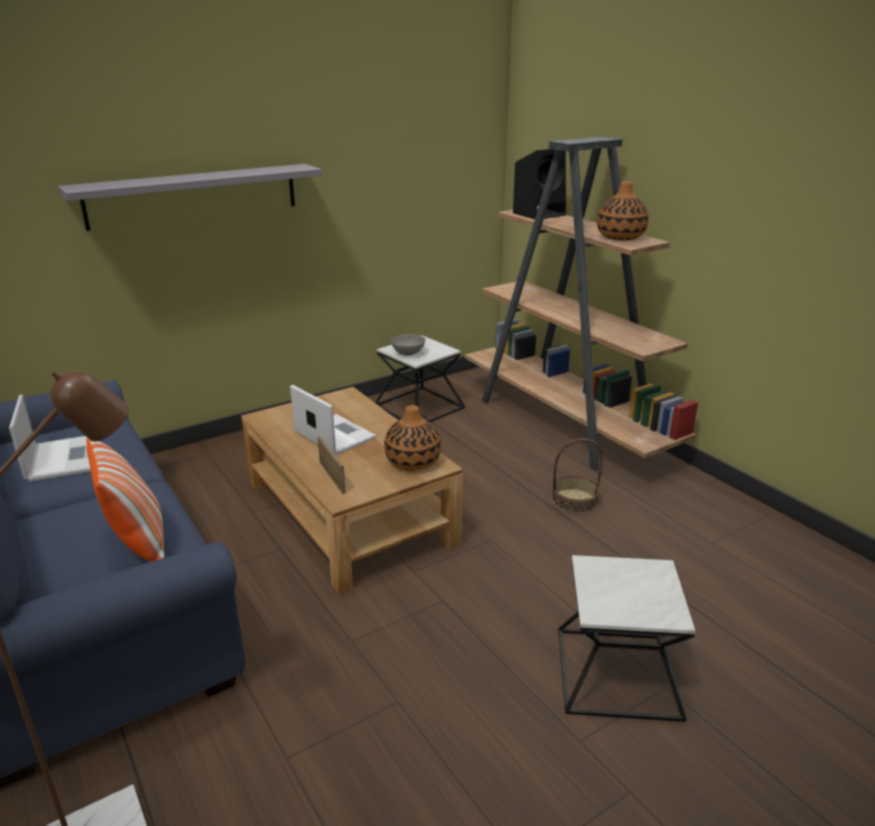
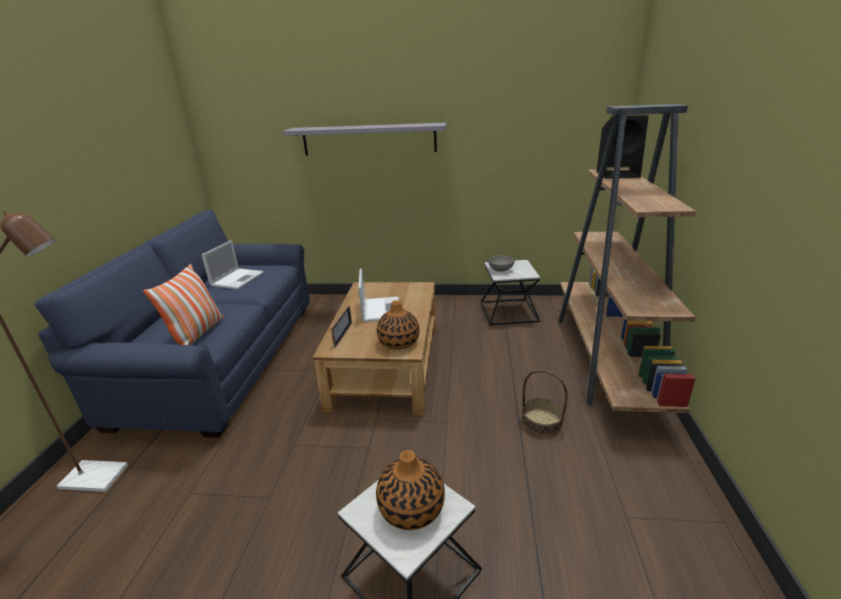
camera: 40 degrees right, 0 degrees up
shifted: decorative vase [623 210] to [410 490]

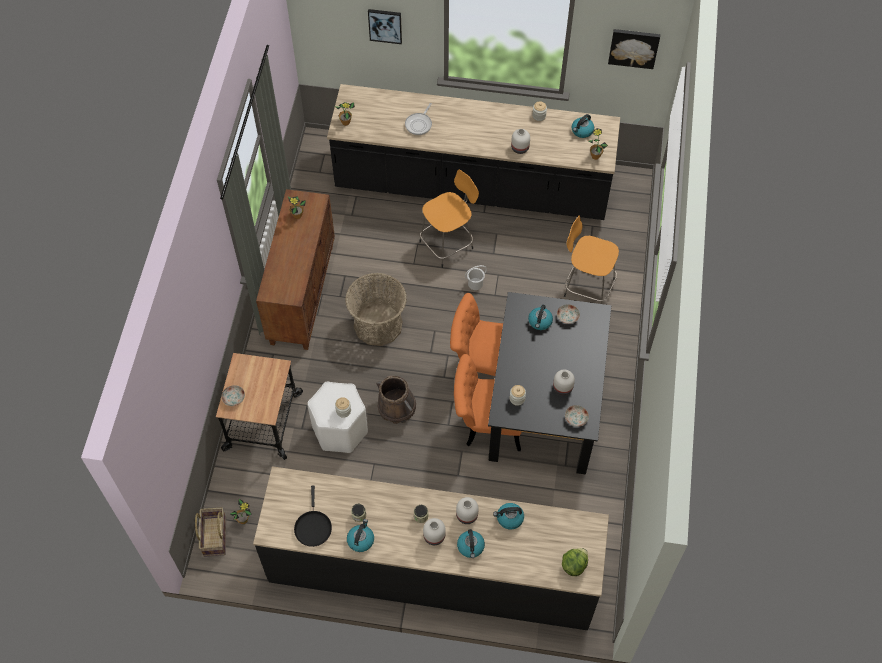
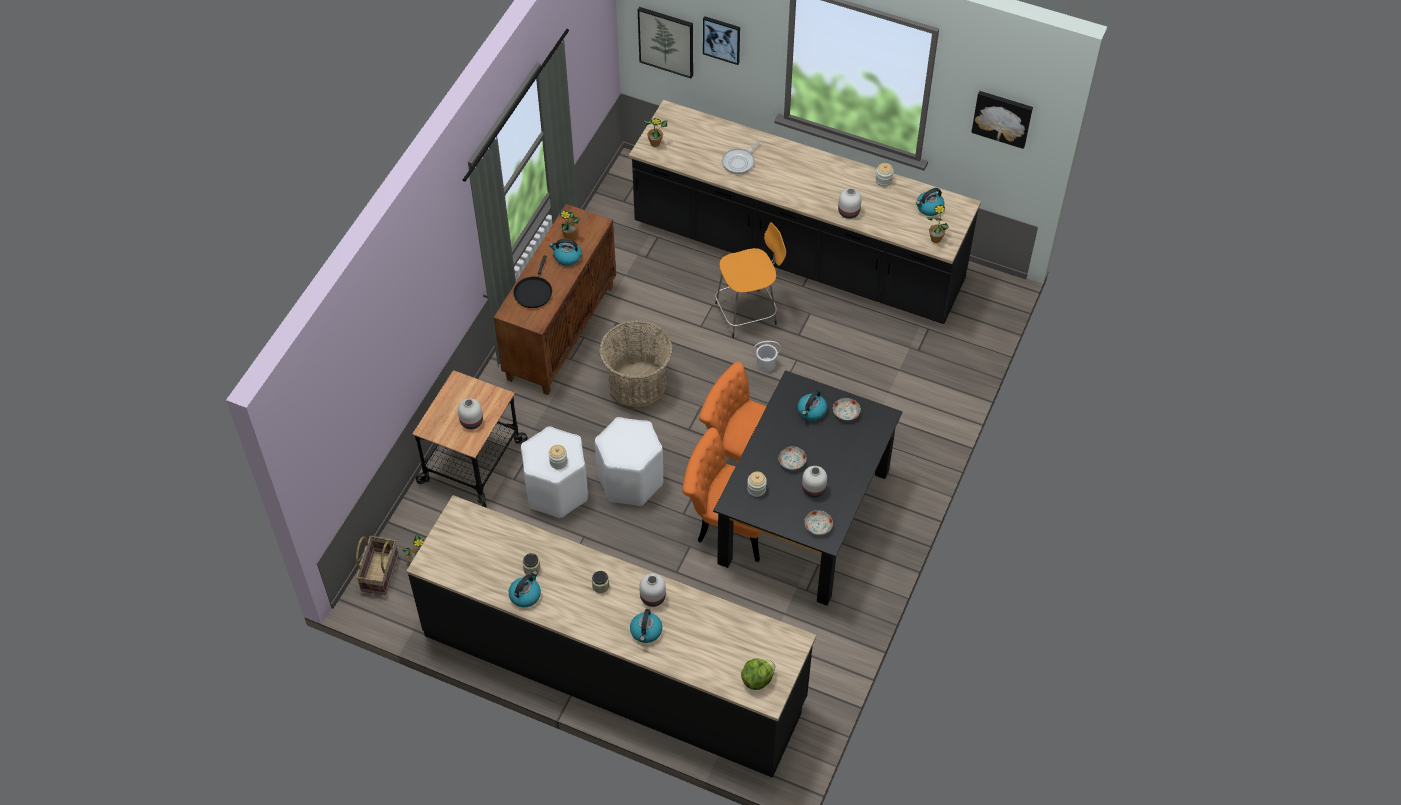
camera: 15 degrees right, 5 degrees down
gone: stool seat/orange [591 259]
new: picture [665 42]
shifted: dinner plate [233 395] to [792 458]; pan/black-coloured [313 516] to [532 282]; water kettle [508 516] to [565 252]; decorative vase/whitish [434 531] to [470 413]
swapped: pail/brownish [396 400] to stool seat/whitish [629 461]

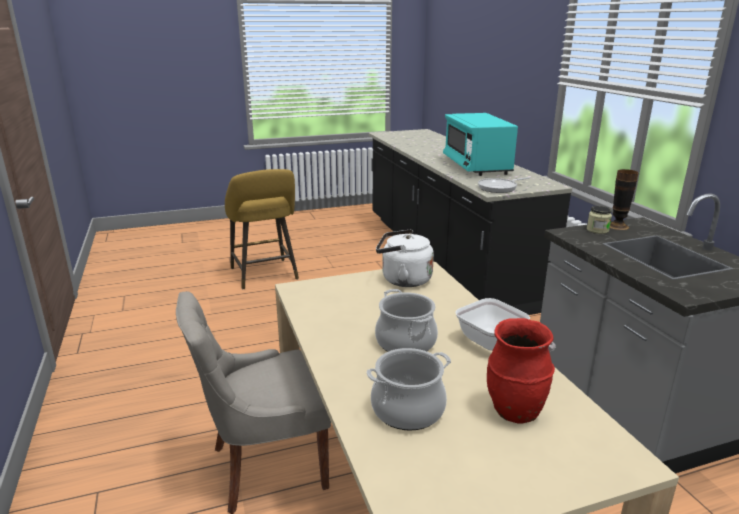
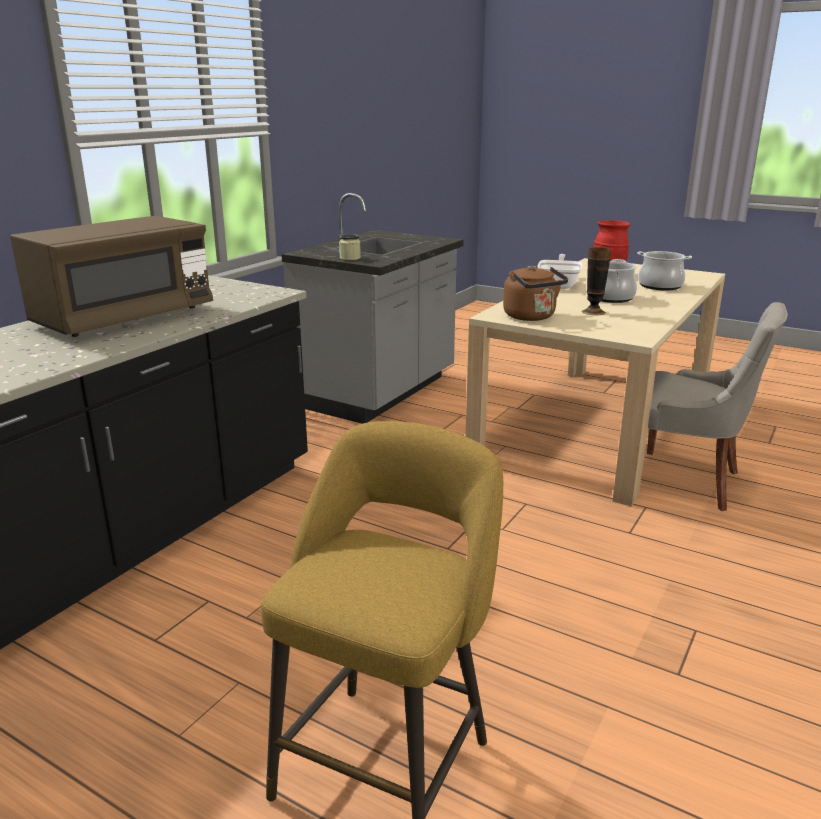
camera: 130 degrees left, 0 degrees up
gone: pan [504 185]
shifted: decorative vase [624 199] to [596 281]
repainted: kitchen microwave/turquoise-coloured [480 144] to kitchen microwave/brownish [111 276]; water kettle/whitish [405 258] to water kettle/brownish [535 293]

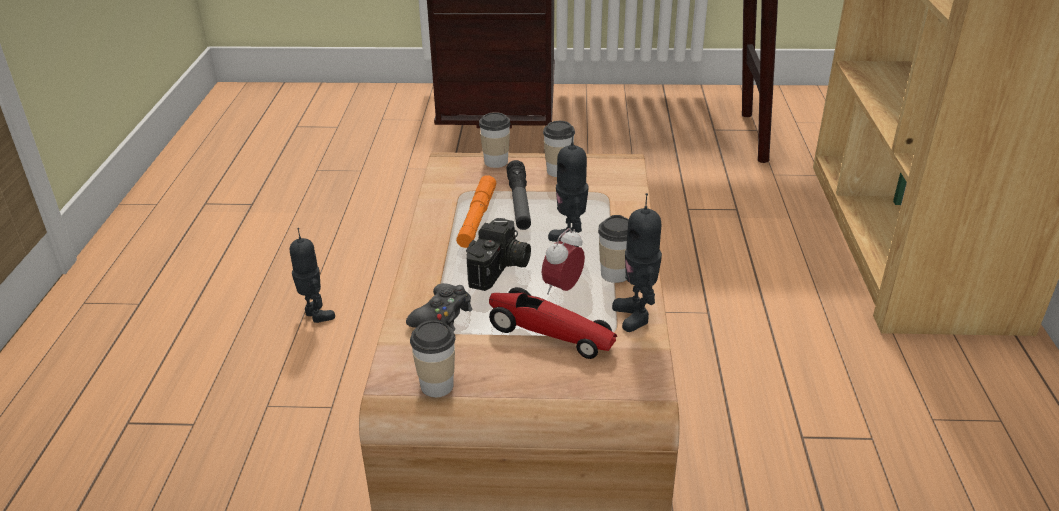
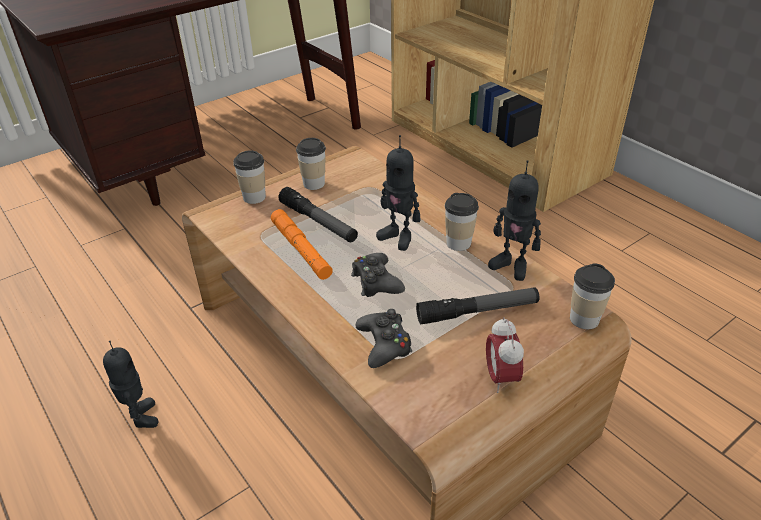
camera: 40 degrees left, 5 degrees up
shifted: alarm clock [563 261] to [505 355]; drinking cup [433 358] to [592 296]
swapped: photo camera [498 254] to gamepad/black-coloured [378 275]; miniature car [553 323] to hand torch [478 305]
rotated: robot figure [312 275] = [131 384] 60 degrees clockwise

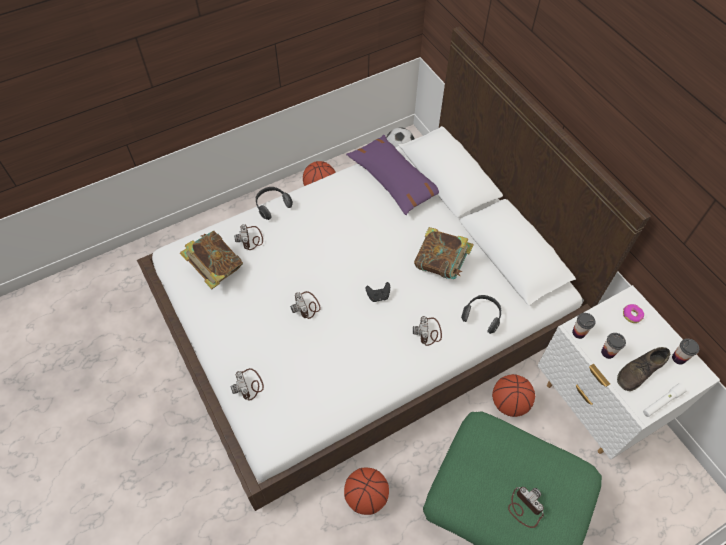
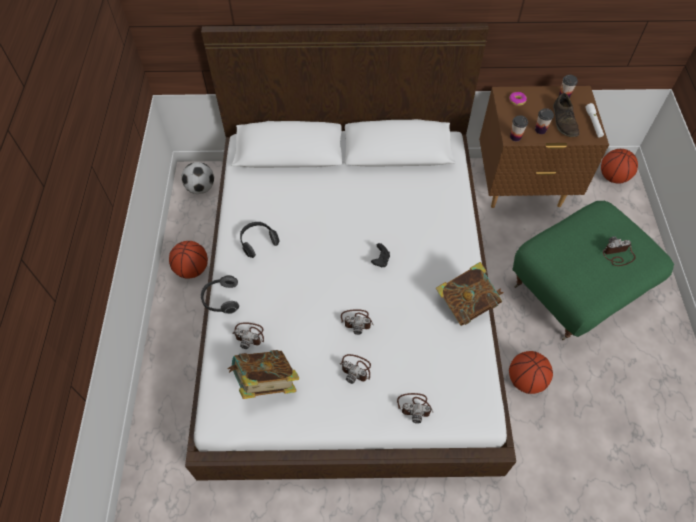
camera: 60 degrees left, 0 degrees up
gone: cushion/purple-coloured [392 175]
shifted: volume [444 253] to [469 294]; headphones [481 314] to [260 240]; photo camera [427 331] to [355 369]; basketball [513 395] to [619 166]
repainted: bedside table/whitish [629 372] to bedside table/brownish [544 147]

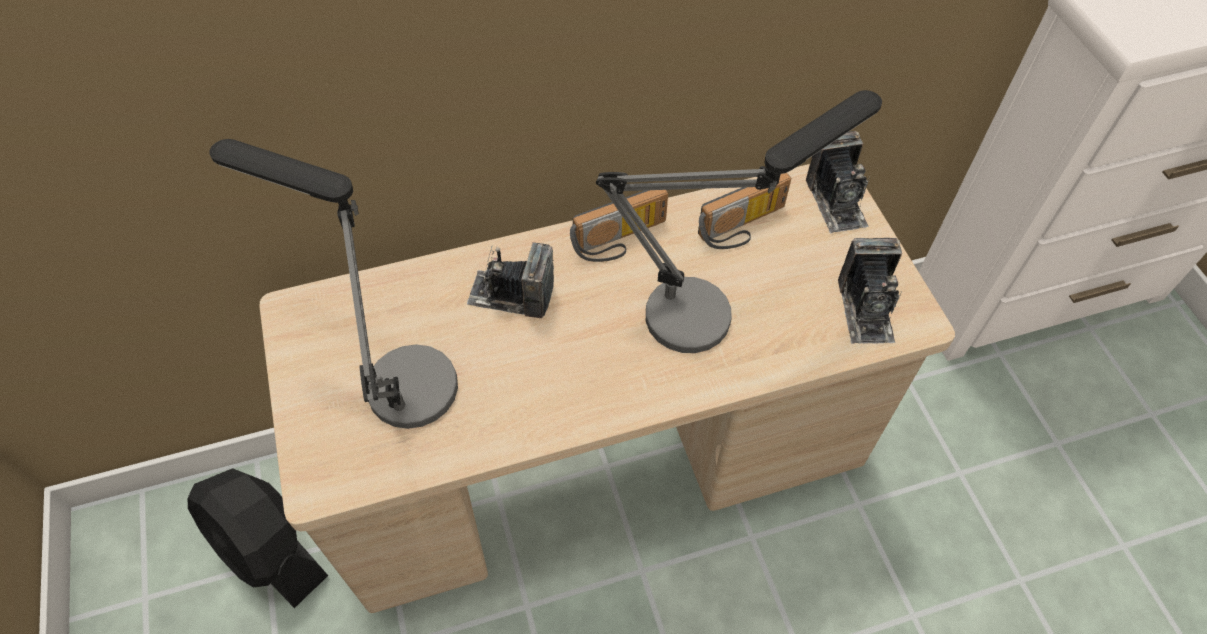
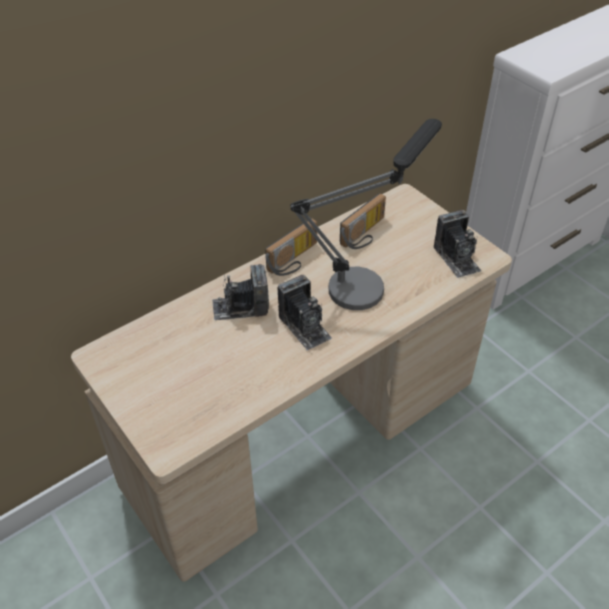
camera: 20 degrees left, 10 degrees down
gone: lamp for a table [333 284]; cooling fan/black-coloured [258 538]
shifted: photo camera [837 182] to [305 313]

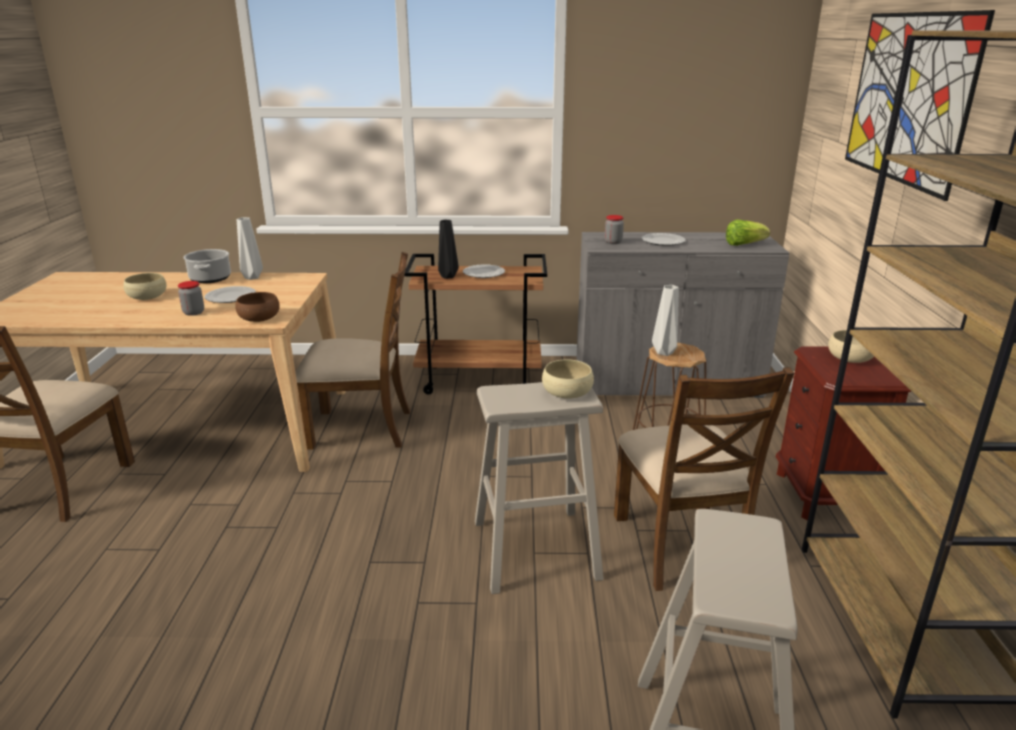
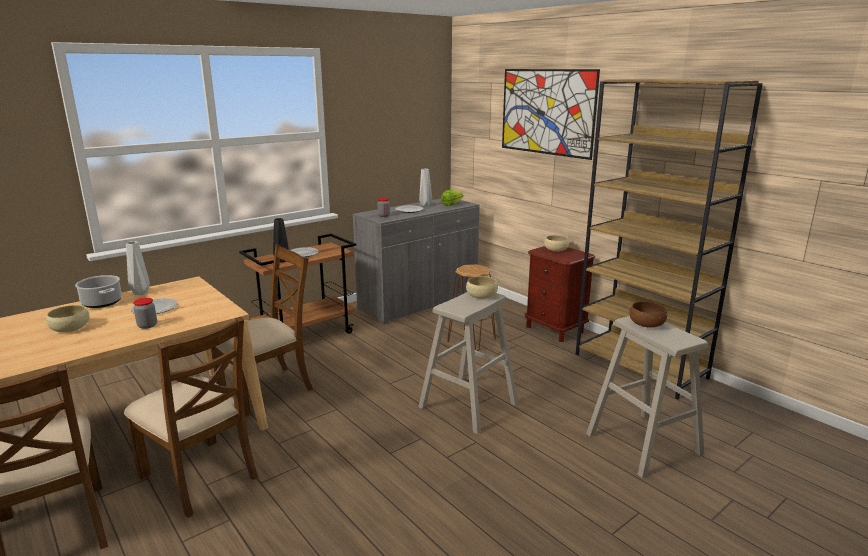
camera: 40 degrees left, 5 degrees down
shifted: decorative vase/greyish [665 320] to [425 187]; bowl/brownish [257 307] to [648 314]; chair/brownish [704 479] to [191 417]

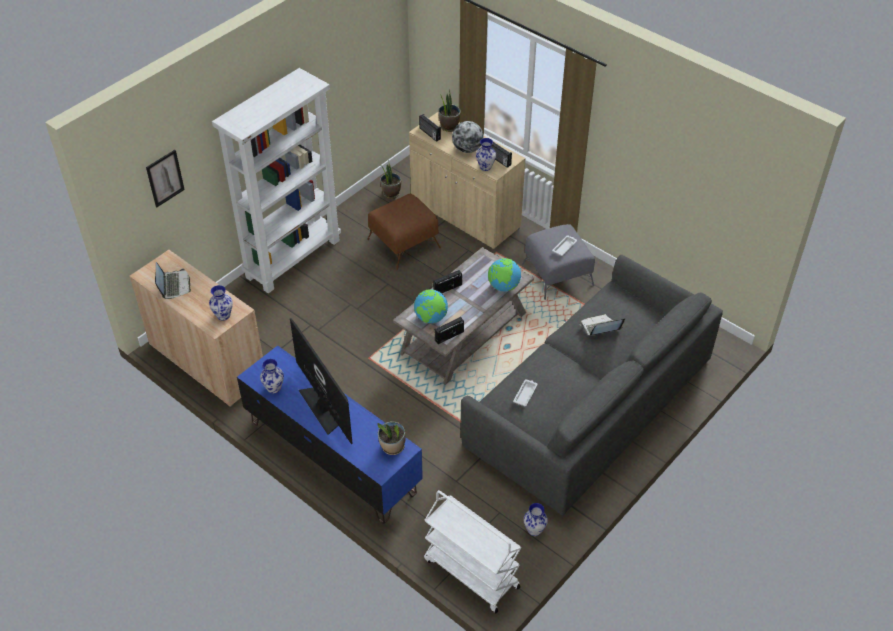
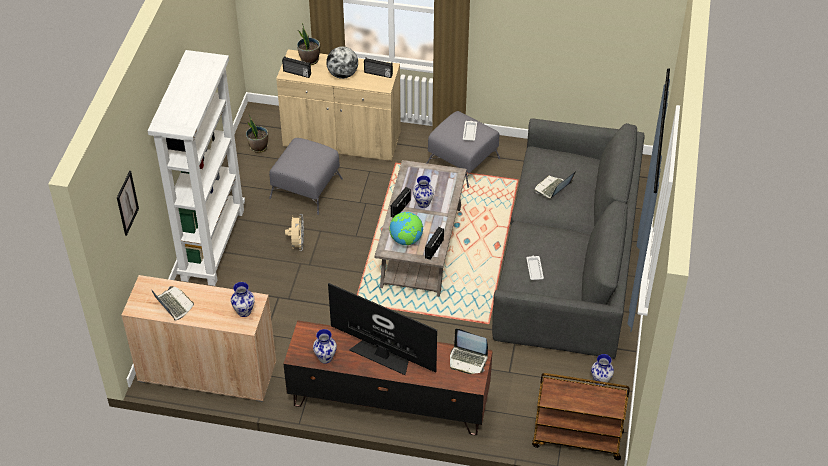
camera: 30 degrees left, 0 degrees up
gone: desk globe [504 274]
new: cooling fan/sand-coloured [294 232]
shifted: decorative vase [486 154] to [423 192]
swapped: houseplant [392 438] to portable computer [469 351]
repainted: ottoman/brownish [404 232] to ottoman/greyish [306 176]; tv stand/bluish [330 434] to tv stand/brownish [388 377]; trolley/whitish [472 551] to trolley/brownish [581 416]

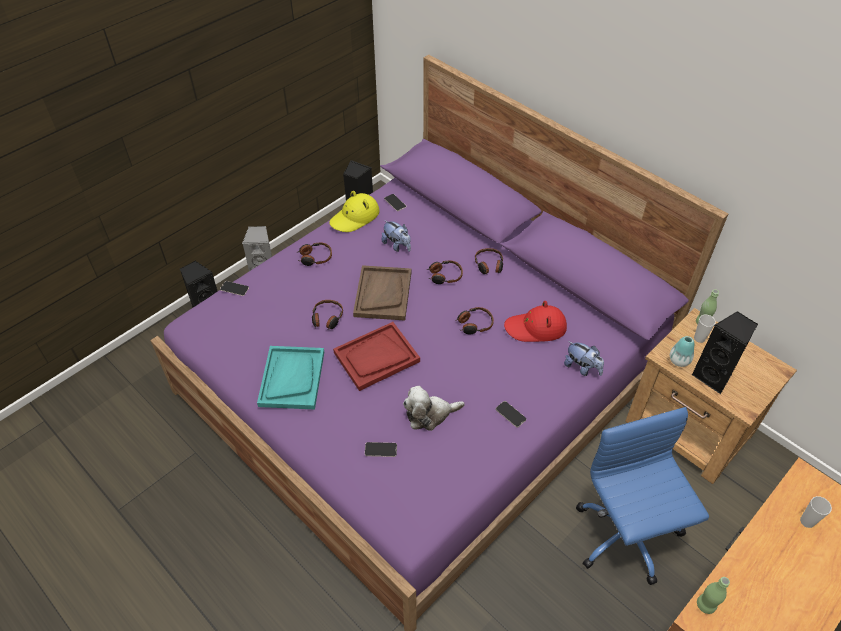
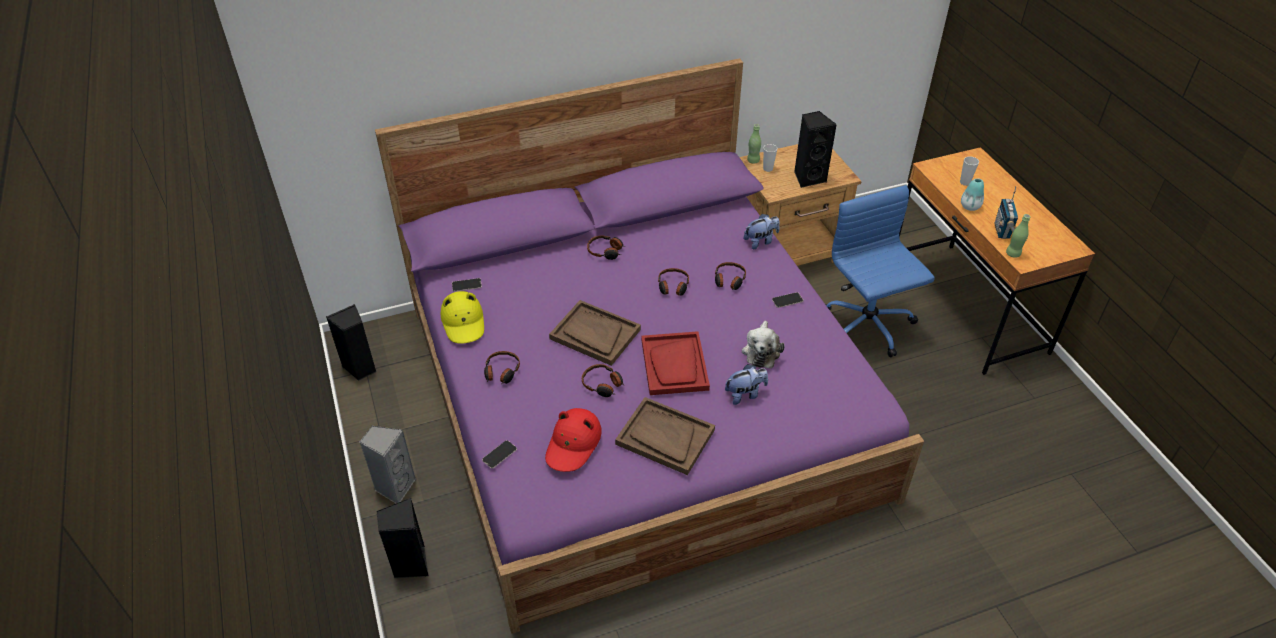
camera: 65 degrees left, 5 degrees down
gone: telephone [381 449]
new: radio set [1006 212]
shifted: plush toy [396 236] to [746 384]; headphones [445 272] to [730 276]; clothing hat/red [535 321] to [573 440]; decorative vase [682 351] to [972 194]
repainted: serving tray/turquoise-coloured [290 378] to serving tray/brownish [665 436]
rotated: office chair/bluish [642 496] = [880 271] 60 degrees clockwise

